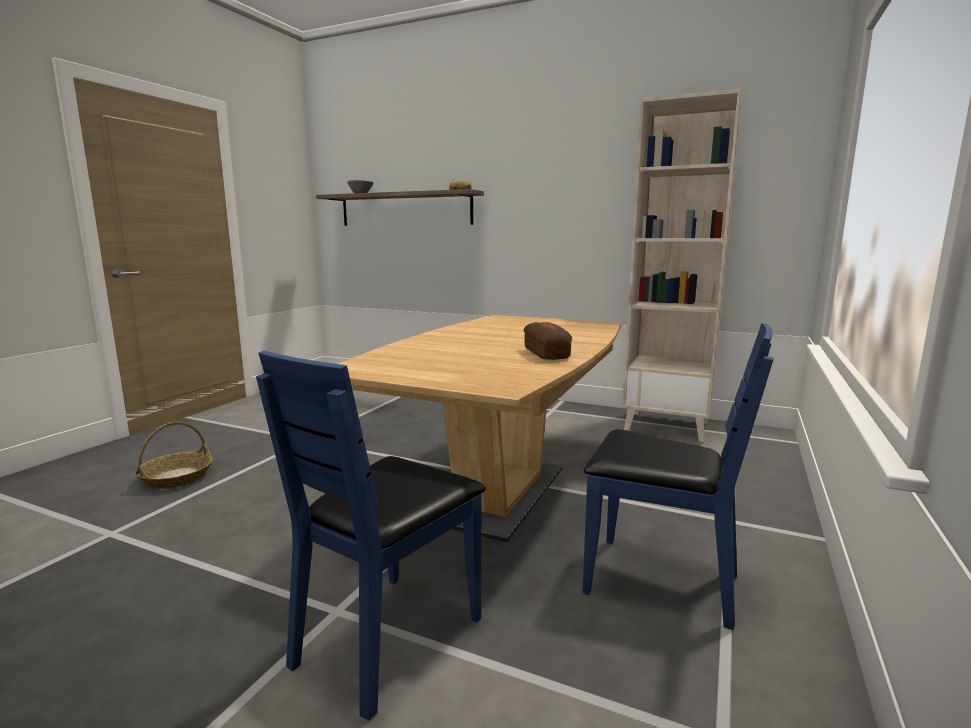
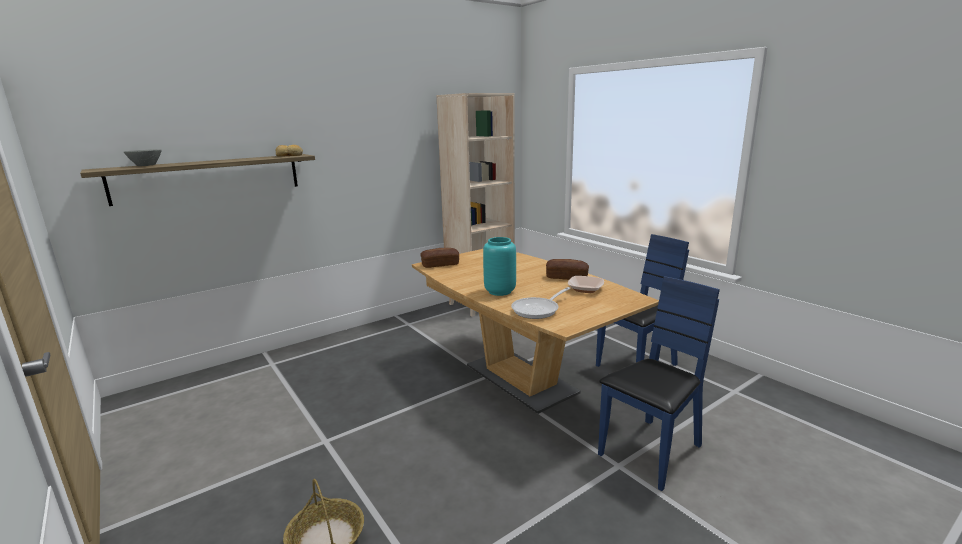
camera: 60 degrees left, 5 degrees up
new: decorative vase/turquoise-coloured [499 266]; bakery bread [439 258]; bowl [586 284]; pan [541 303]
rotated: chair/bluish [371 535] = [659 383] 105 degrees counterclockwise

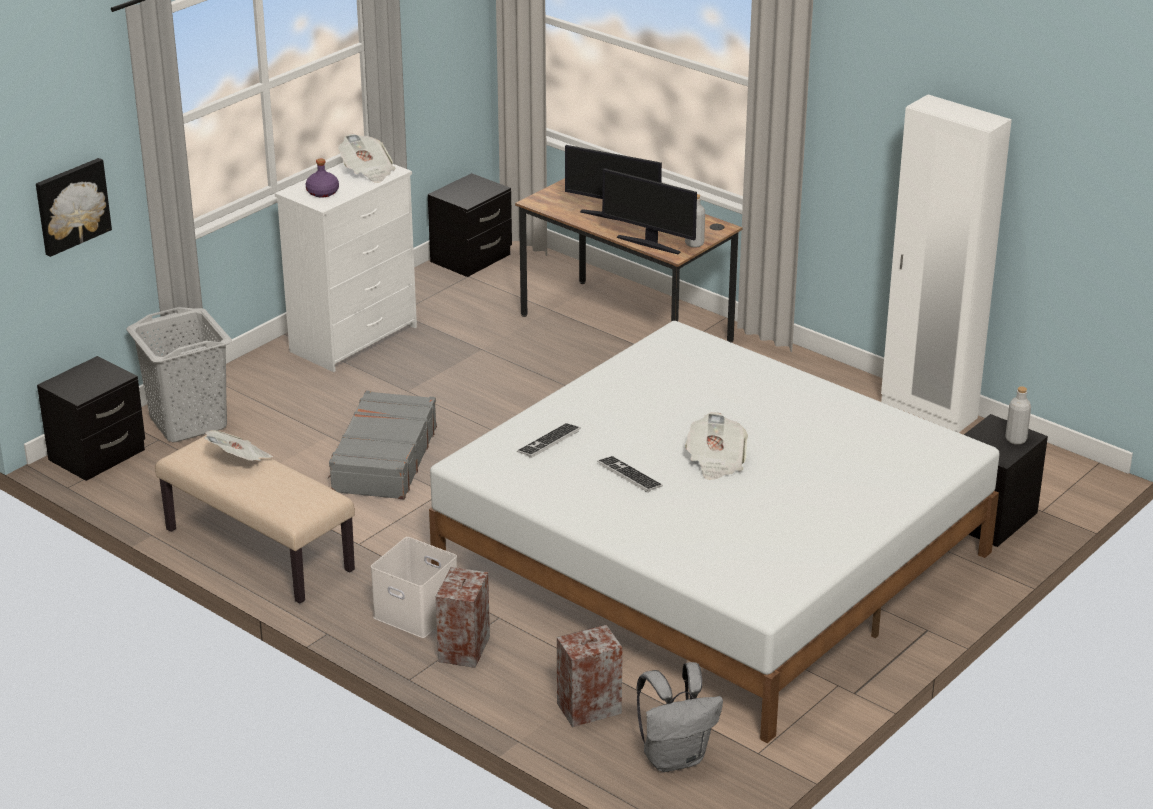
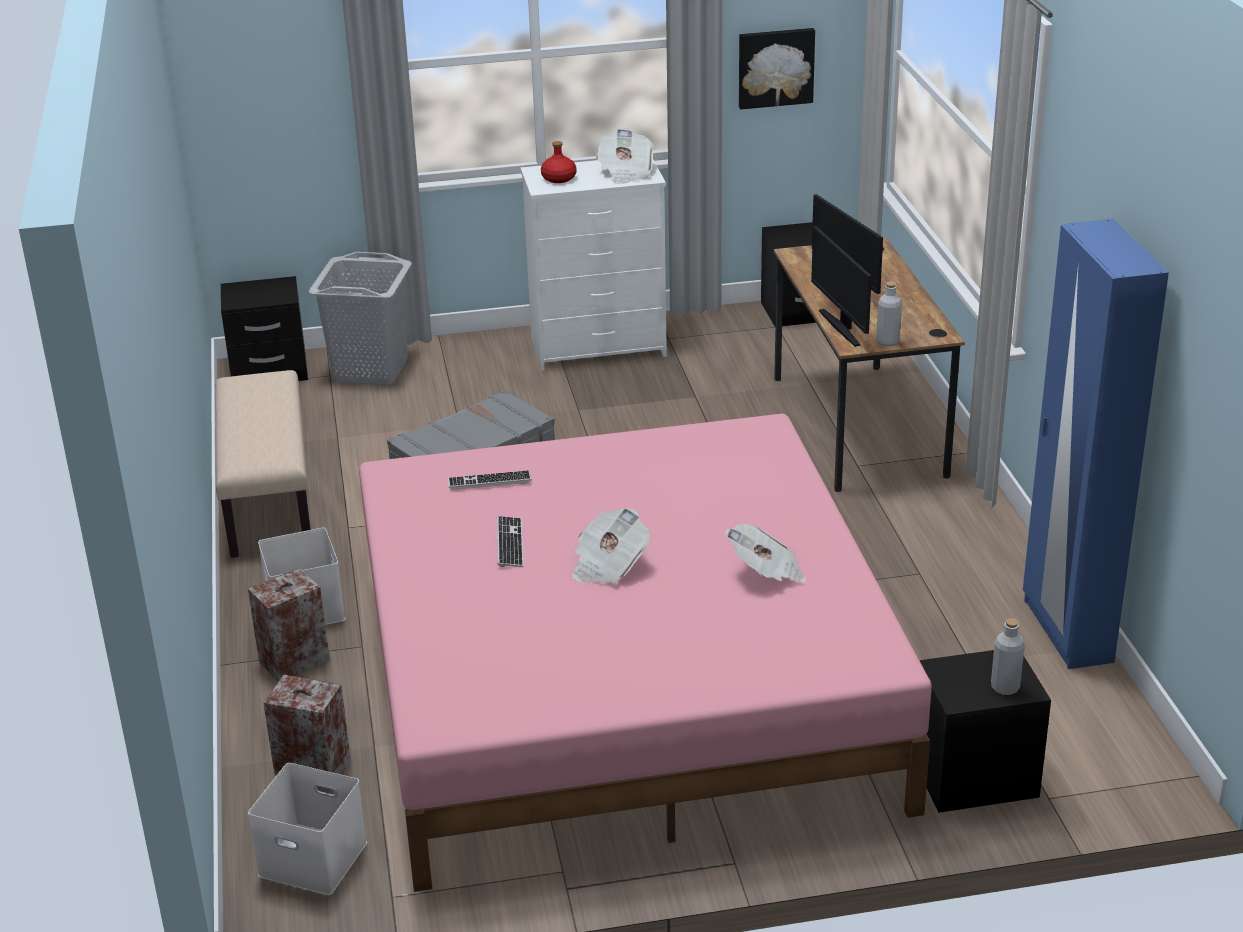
camera: 40 degrees right, 0 degrees up
shifted: picture [74 207] to [777 68]; newspaper [238 445] to [766 553]
swapped: rucksack/greyish [680 717] to storage bin/whitish [307 829]
repainted: clothes cupboard/whitish [946 264] to clothes cupboard/bluish [1096 444]; drink bottle/purple-coloured [322 177] to drink bottle/red [558 162]; bedroom bed/whitish [714 532] to bedroom bed/pink [645 653]

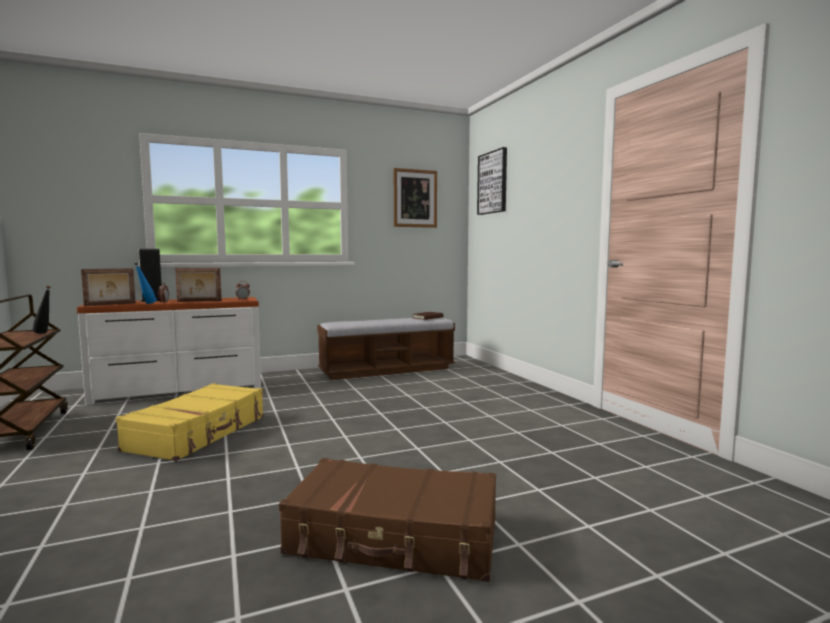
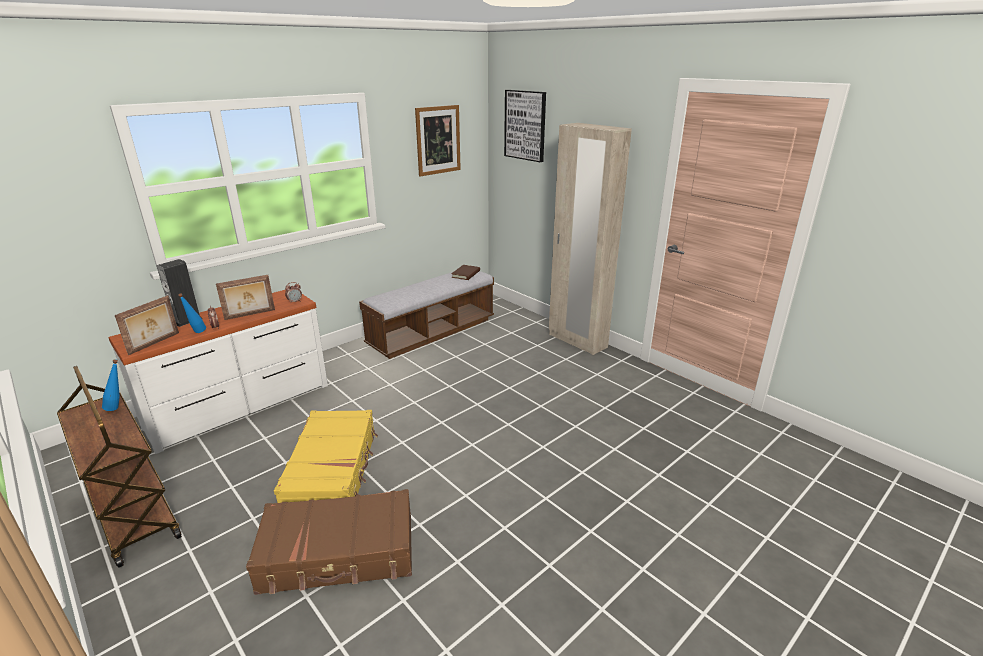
camera: 20 degrees left, 20 degrees up
new: clothes cupboard/sand-coloured [590 239]
shifted: travel case/brownish [387 520] to [329 542]
repainted: drink bottle/black-coloured [41 310] to drink bottle/bluish [111 385]

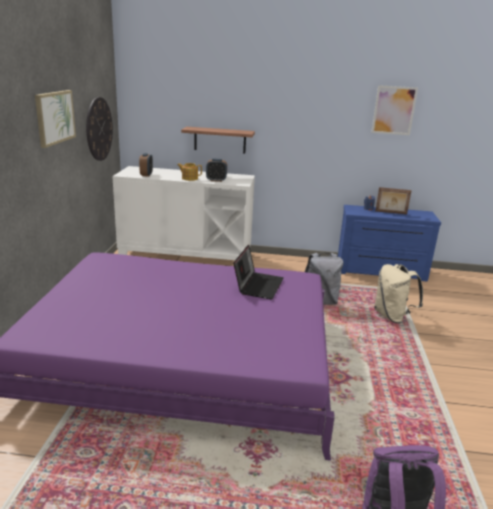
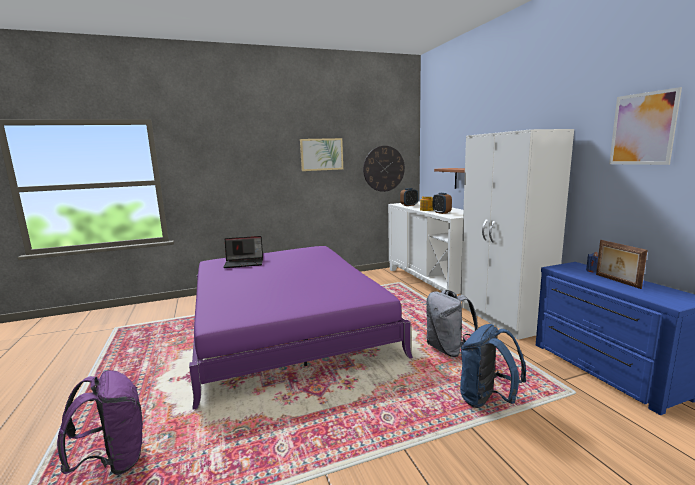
camera: 65 degrees right, 10 degrees down
new: clothes cupboard/whitish [517 234]
shifted: portable computer [258 272] to [243 252]
repainted: rucksack/sand-coloured [398 293] to rucksack/bluish [493 366]

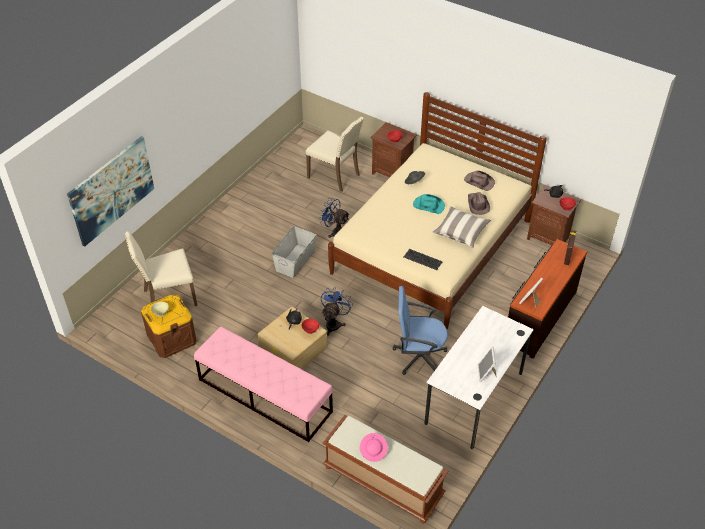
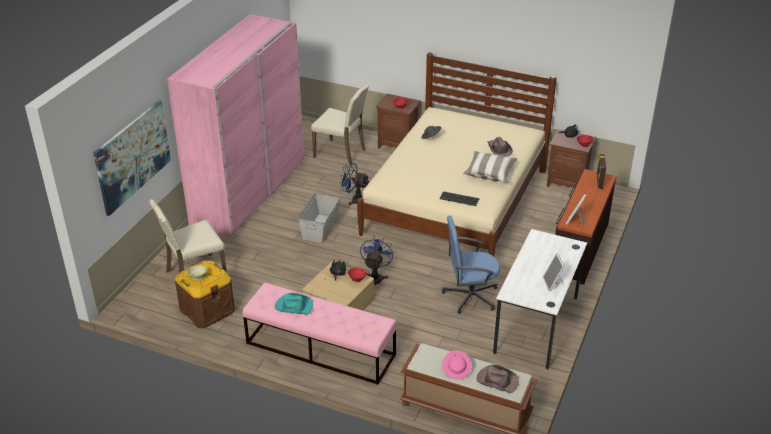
camera: 10 degrees left, 10 degrees down
new: clothes cupboard/pink [235 126]
shifted: clothing hat/brownish [479 181] to [498 379]; clothing hat/turquoise-coloured [429 204] to [294 304]

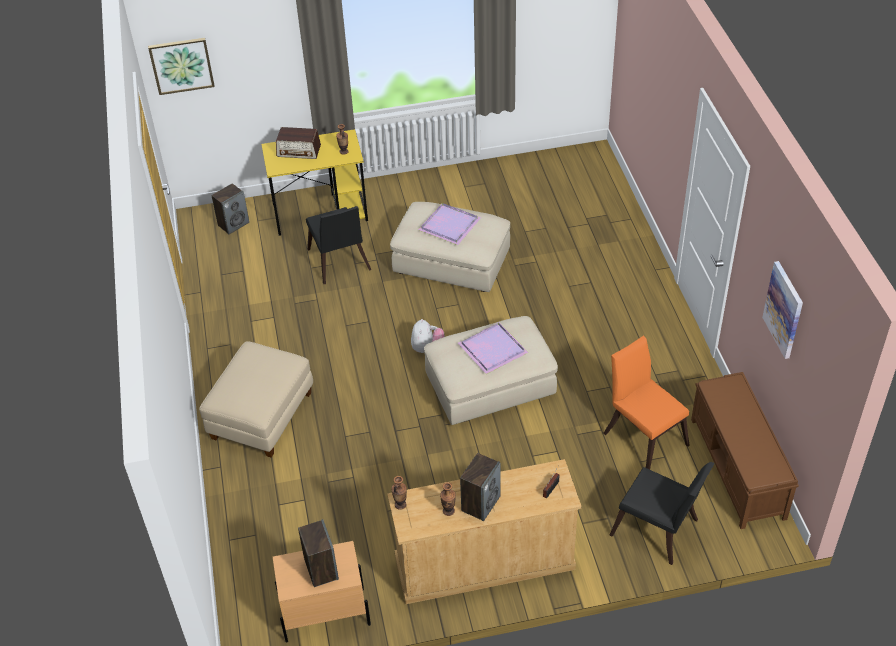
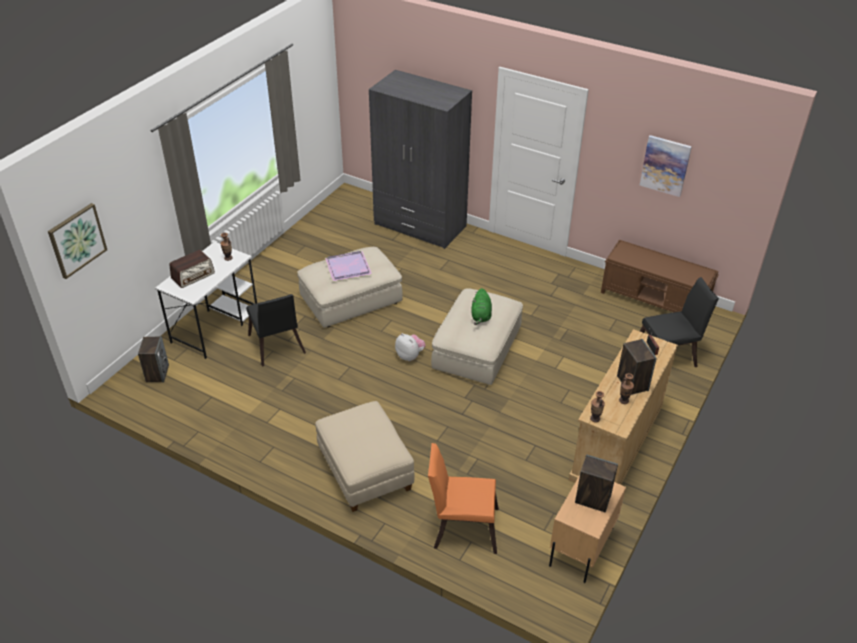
camera: 50 degrees left, 5 degrees down
new: clothes cupboard/greyish [420 159]
shifted: chair/orange [646 402] to [463 498]
swapped: serving tray/purple-coloured [493 348] to plush toy/green-coloured [481 306]
repainted: desk/yellow [314 182] to desk/whitish [206 300]
rotated: chair/black-coloured [338 245] = [276 330] 45 degrees clockwise

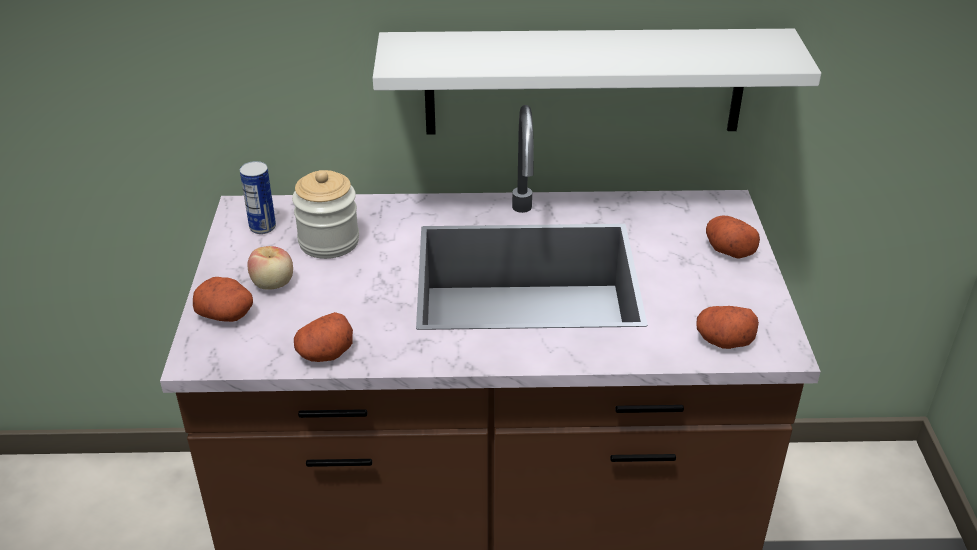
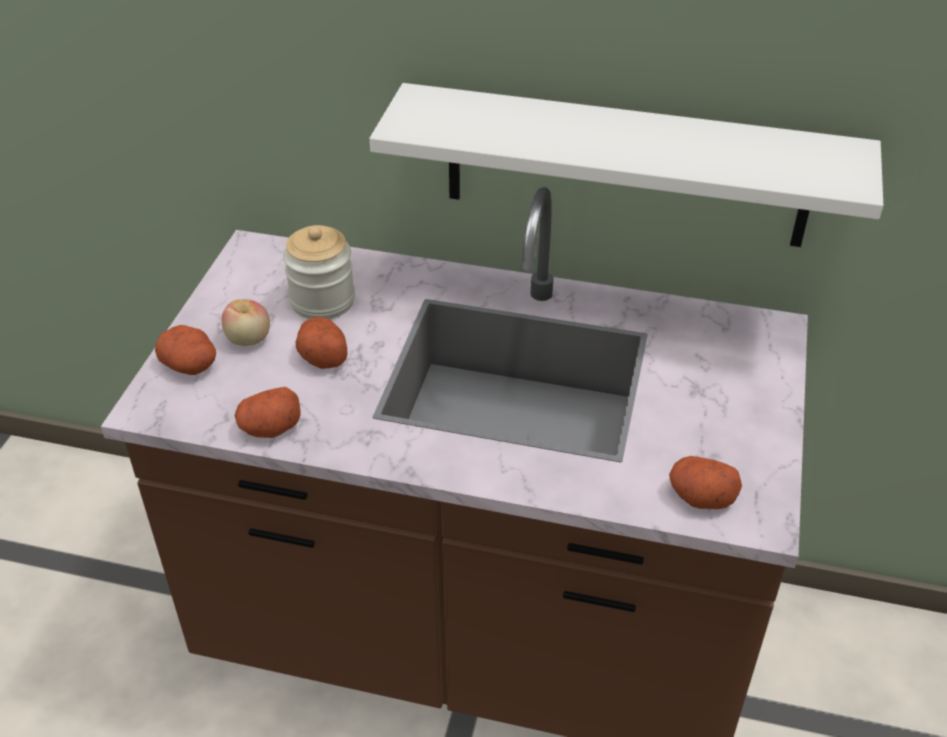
camera: 15 degrees right, 5 degrees up
gone: sealed can [258 197]
shifted: potato [733 237] to [322 343]

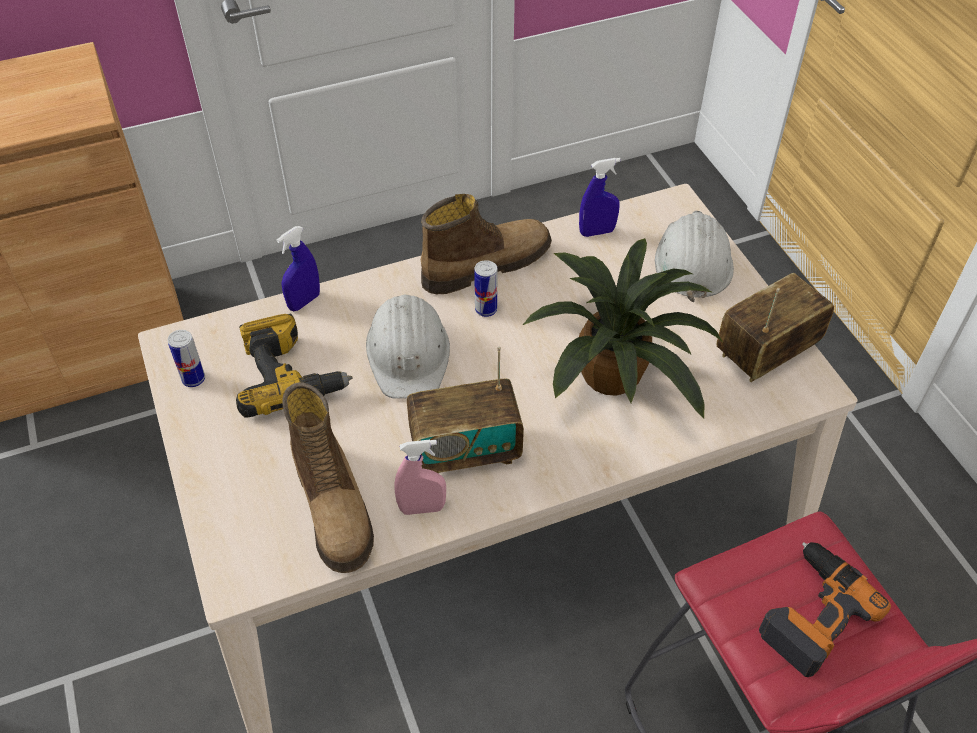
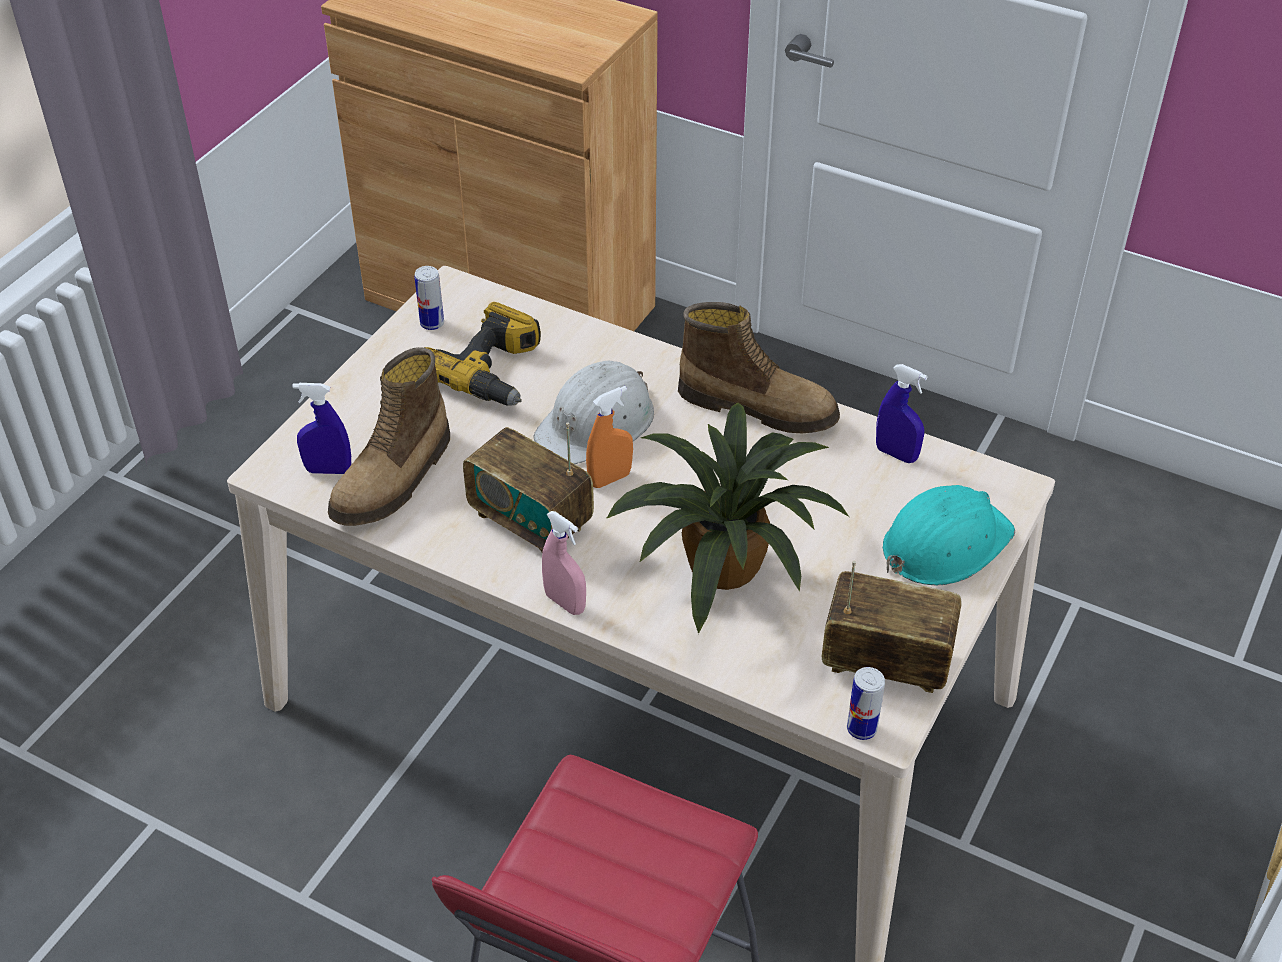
camera: 50 degrees right, 5 degrees down
gone: power drill [825 609]
new: hand sprayer/orange [609 437]
shifted: hand sprayer/bluish [298 268] to [322 428]; sealed can [486 288] to [866 703]; hand sprayer/pink [420 477] to [564 563]
repainted: hard hat/whitish [694 256] to hard hat/turquoise-coloured [949 535]

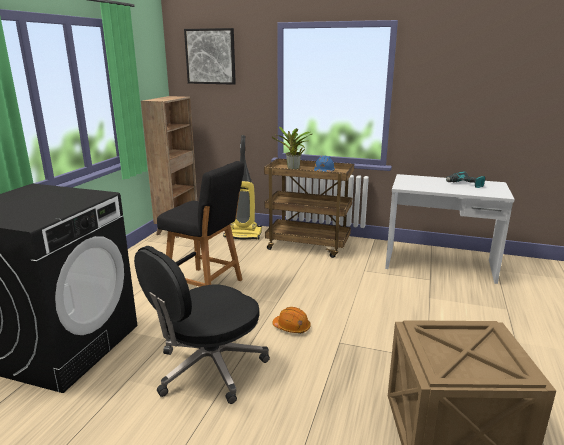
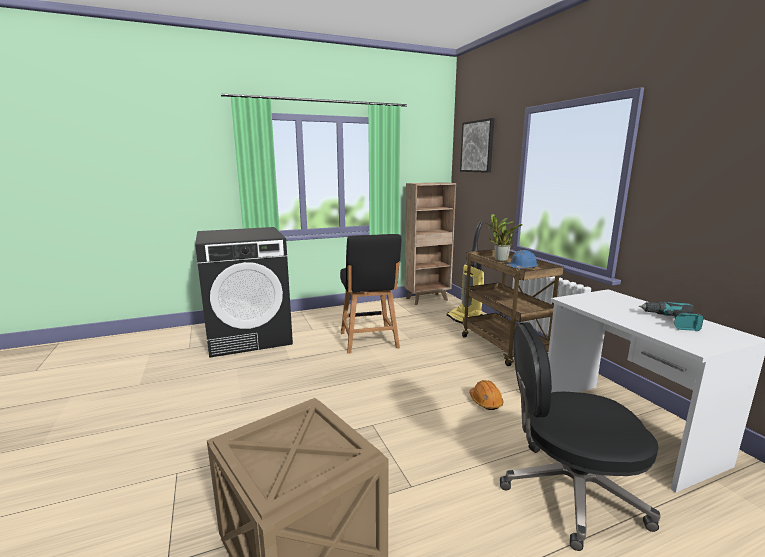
camera: 50 degrees right, 5 degrees down
shifted: office chair/black-coloured [202 325] to [580 436]; hard hat/orange [291 320] to [486 395]

